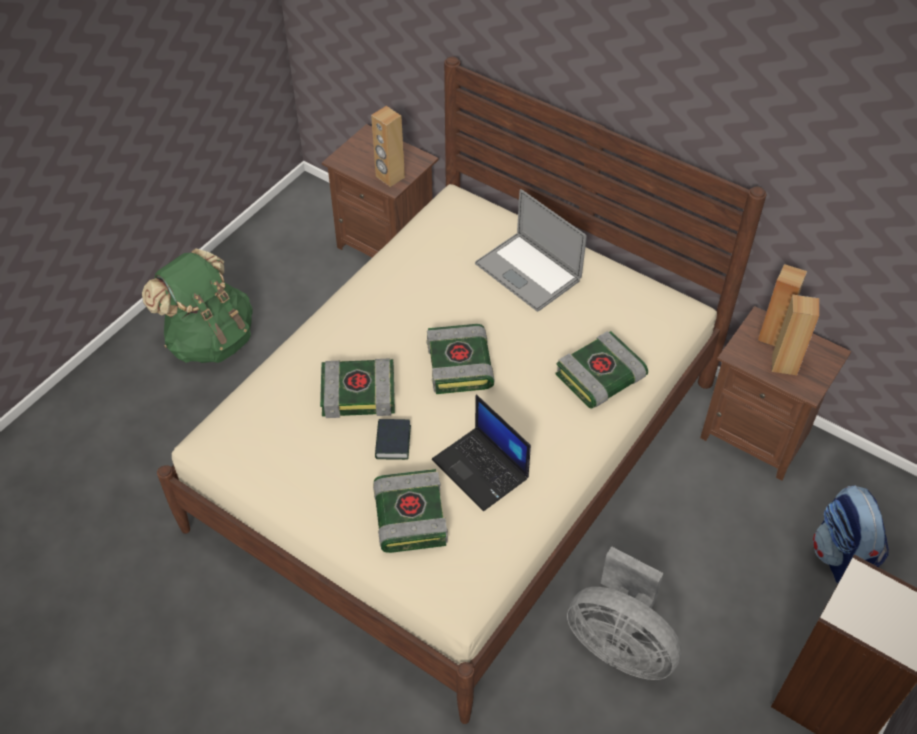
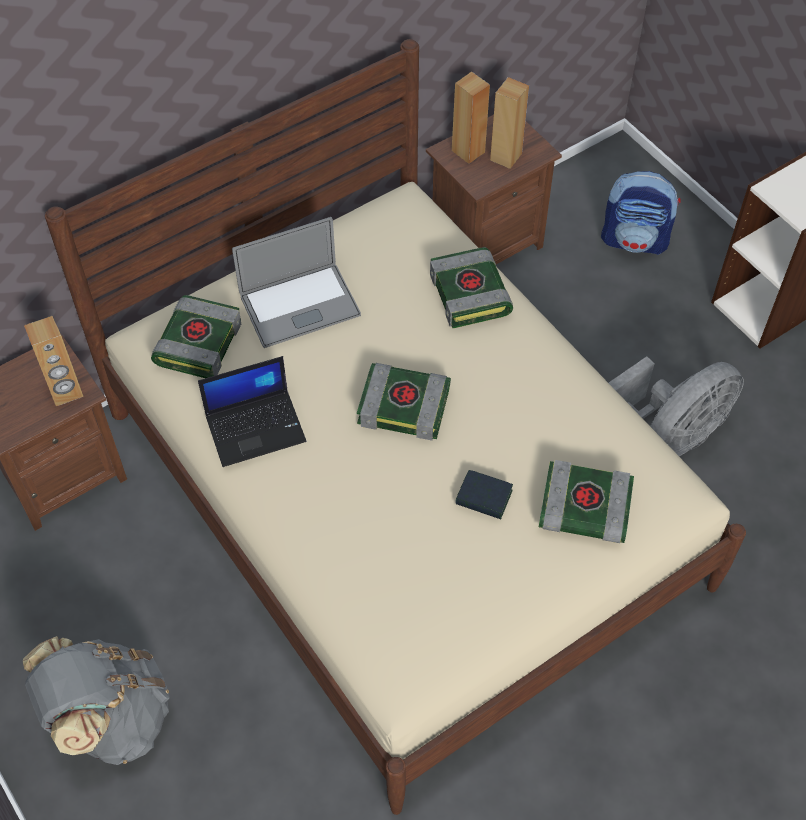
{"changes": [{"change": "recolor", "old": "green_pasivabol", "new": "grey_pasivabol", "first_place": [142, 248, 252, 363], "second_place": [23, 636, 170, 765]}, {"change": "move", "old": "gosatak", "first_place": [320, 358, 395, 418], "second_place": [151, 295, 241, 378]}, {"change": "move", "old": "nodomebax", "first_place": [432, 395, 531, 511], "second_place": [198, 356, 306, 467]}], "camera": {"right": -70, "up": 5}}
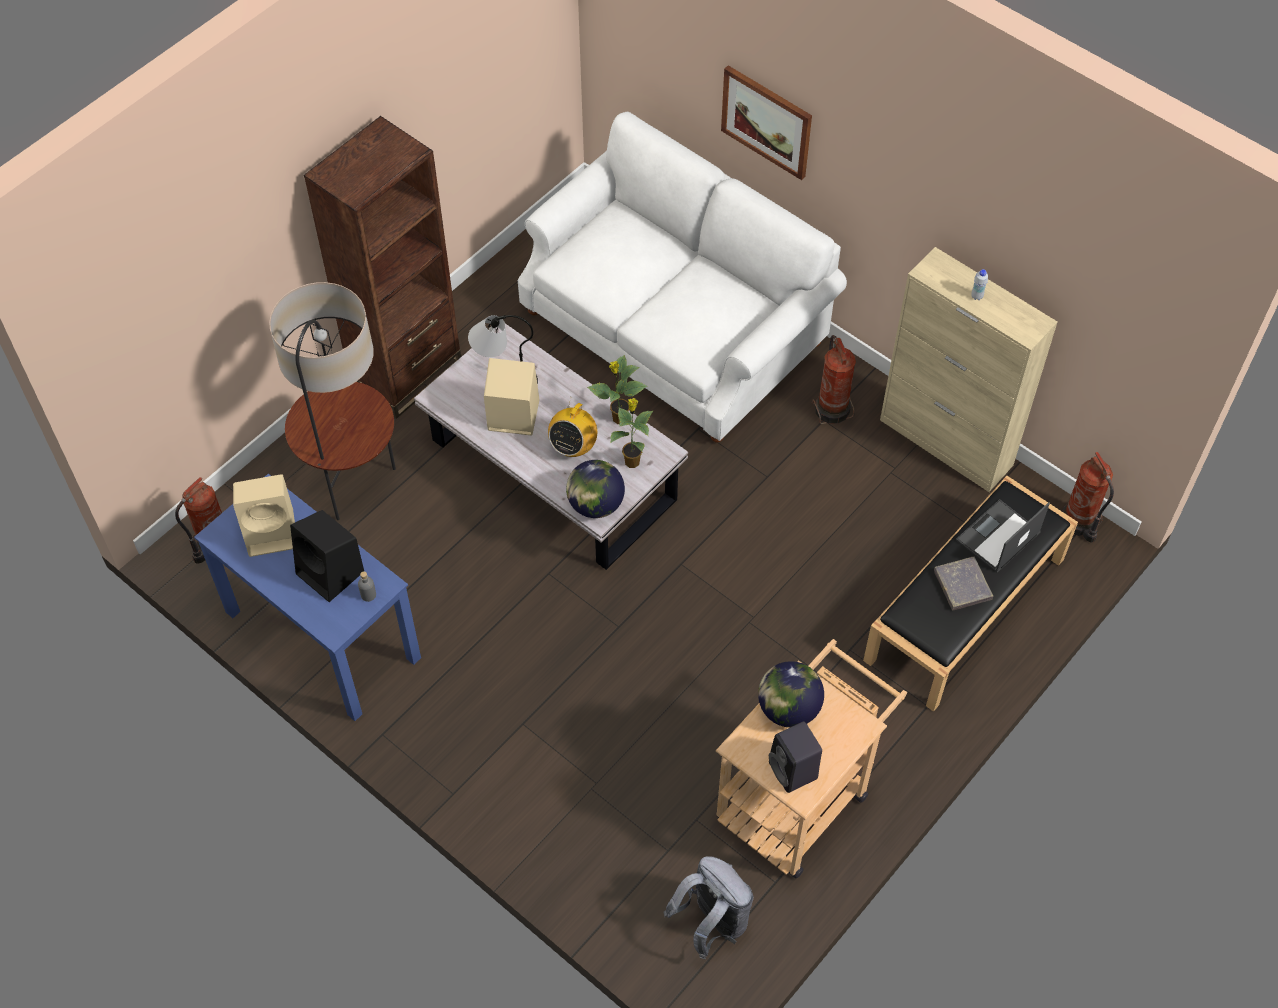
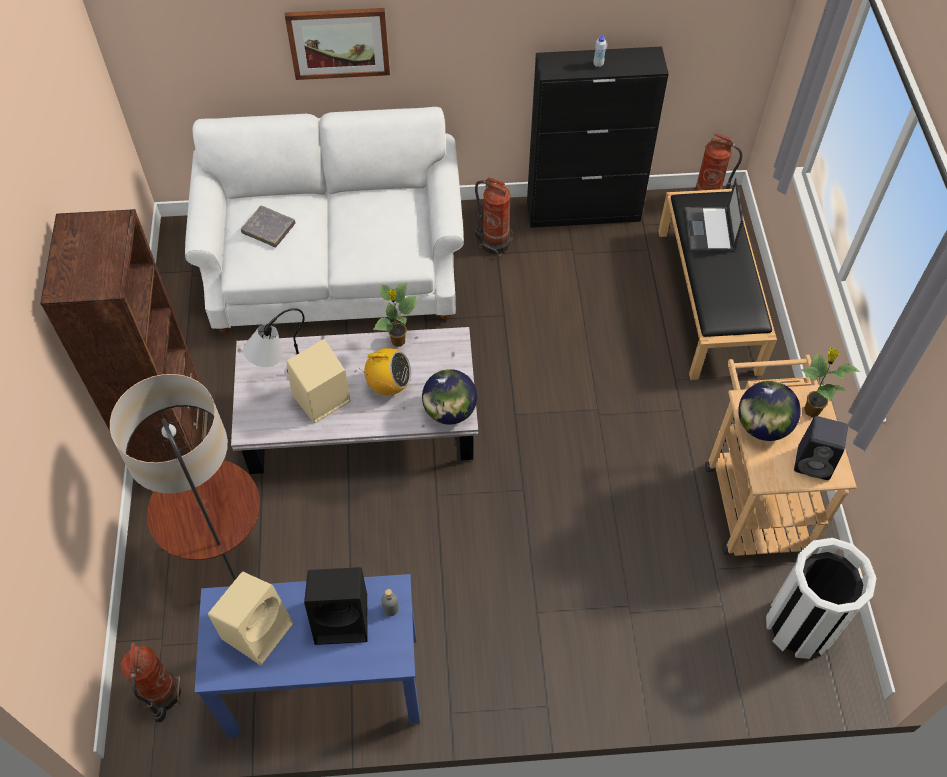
{"changes": [{"change": "move", "old": "grey_gosatak", "first_place": [934, 557, 993, 611], "second_place": [241, 206, 296, 248]}, {"change": "rotate", "old": "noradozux", "first_place": [548, 399, 597, 457], "second_place": [359, 348, 411, 395], "degrees": -60}, {"change": "recolor", "old": "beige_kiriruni", "new": "black_kiriruni", "first_place": [880, 247, 1058, 492], "second_place": [527, 47, 669, 228]}, {"change": "replace", "old": "grey_pasivabol", "new": "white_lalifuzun", "first_place": [664, 856, 754, 960], "second_place": [766, 538, 877, 659]}, {"change": "move", "old": "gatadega", "first_place": [610, 398, 653, 468], "second_place": [802, 348, 860, 417]}], "camera": {"right": -45, "up": 0}}
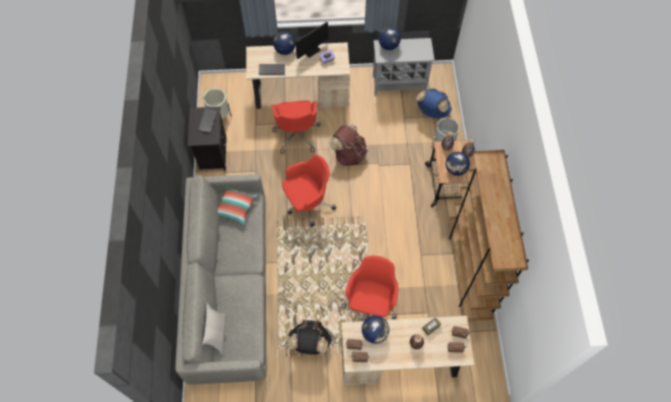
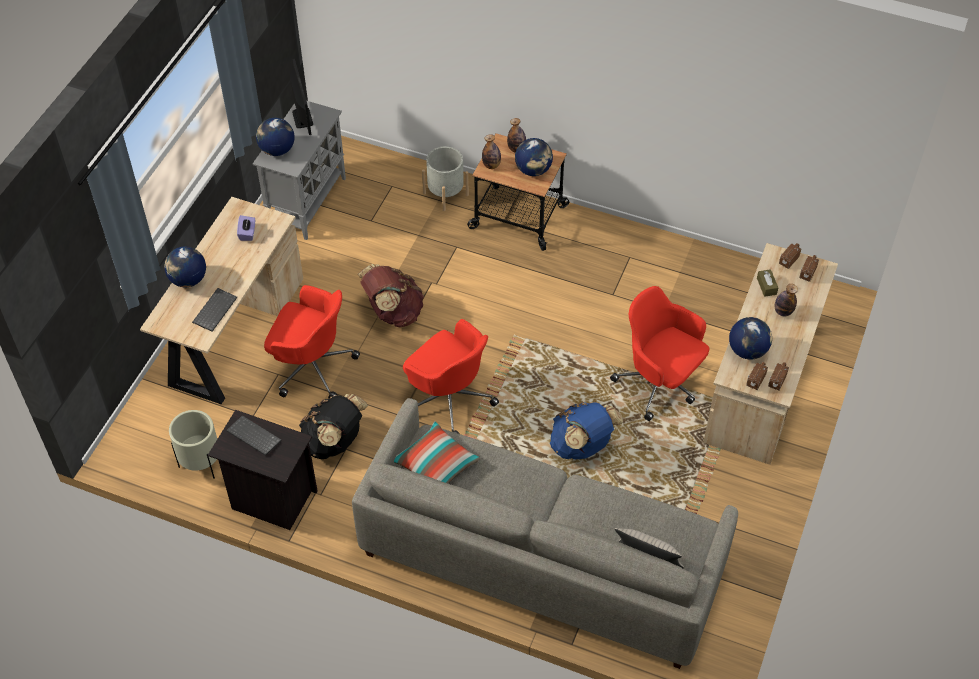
{"changes": [{"change": "move", "old": "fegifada", "first_place": [295, 22, 328, 59], "second_place": [290, 59, 313, 135]}, {"change": "move", "old": "black_pasivabol", "first_place": [288, 320, 332, 355], "second_place": [299, 394, 368, 460]}, {"change": "rotate", "old": "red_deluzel", "first_place": [282, 155, 336, 227], "second_place": [403, 319, 499, 434], "degrees": 135}, {"change": "move", "old": "blue_pasivabol", "first_place": [416, 88, 452, 118], "second_place": [550, 402, 623, 459]}, {"change": "delete", "old": "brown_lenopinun", "first_place": [449, 150, 529, 321]}], "camera": {"right": -65, "up": -10}}
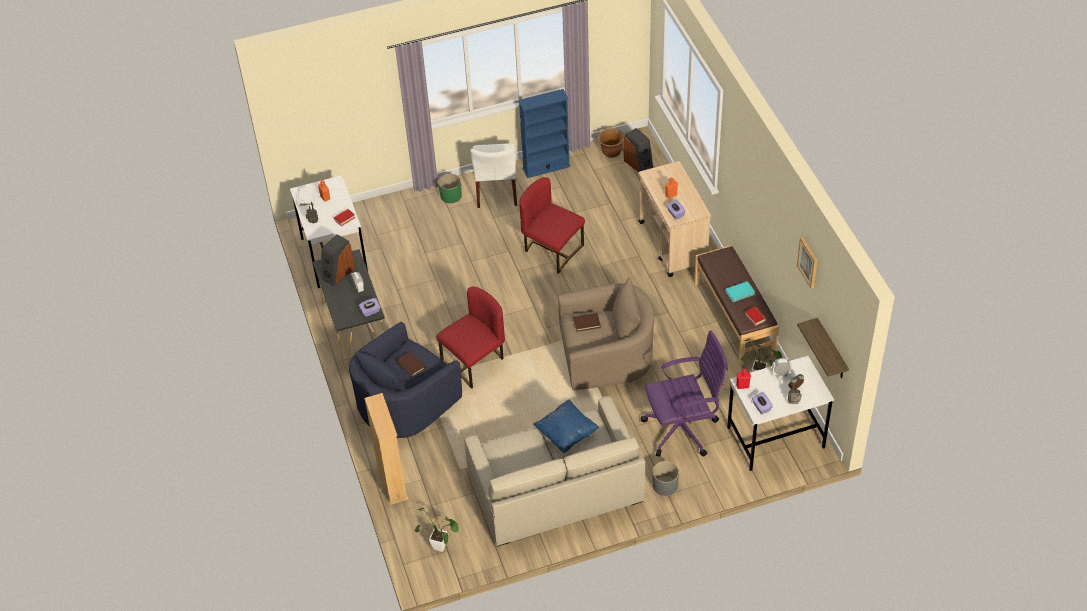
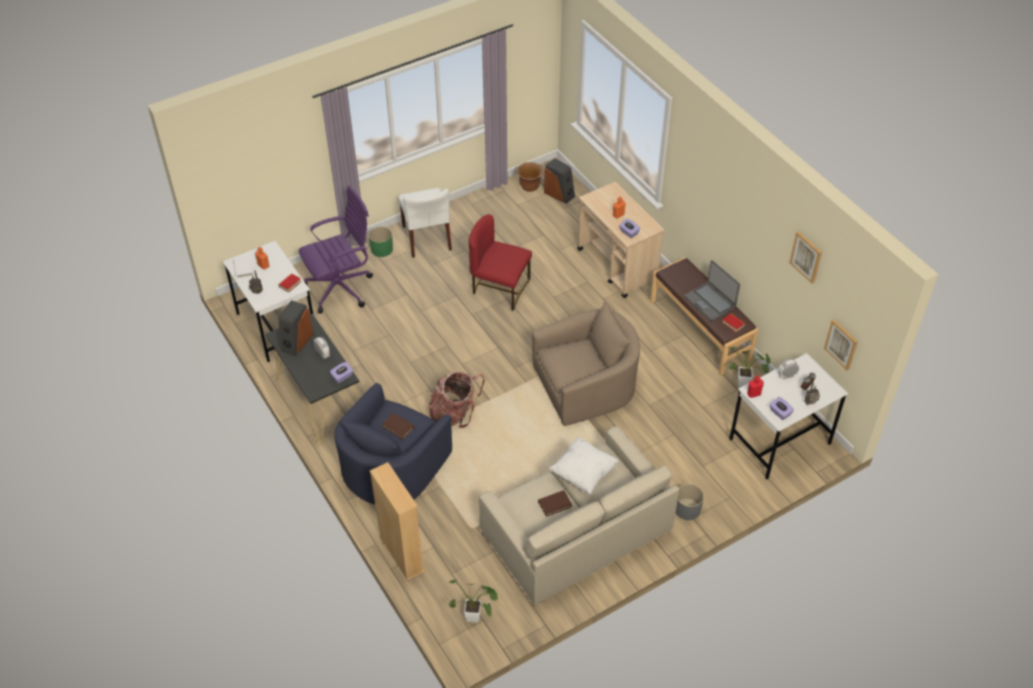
{"changes": [{"change": "move", "old": "purple_deluzel", "first_place": [641, 330, 728, 457], "second_place": [299, 185, 373, 313]}, {"change": "replace", "old": "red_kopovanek", "new": "pasivabol", "first_place": [436, 287, 505, 389], "second_place": [428, 371, 485, 428]}, {"change": "move", "old": "brown_gosatak", "first_place": [573, 313, 601, 332], "second_place": [538, 490, 572, 517]}, {"change": "recolor", "old": "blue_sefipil", "new": "white_sefipil", "first_place": [534, 399, 599, 453], "second_place": [549, 436, 619, 494]}, {"change": "replace", "old": "turquoise_gosatak", "new": "nodomebax", "first_place": [725, 281, 755, 302], "second_place": [684, 260, 740, 321]}, {"change": "replace", "old": "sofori", "new": "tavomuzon", "first_place": [797, 318, 849, 378], "second_place": [824, 319, 858, 370]}, {"change": "delete", "old": "blue_lenopinun", "first_place": [518, 89, 571, 178]}], "camera": {"right": -15, "up": 0}}
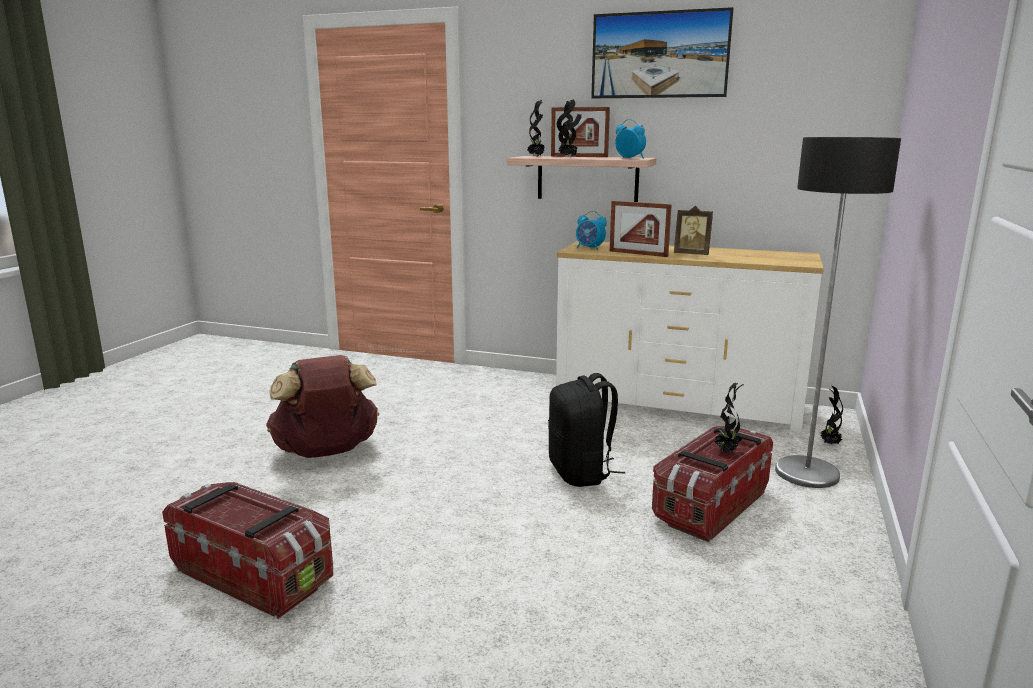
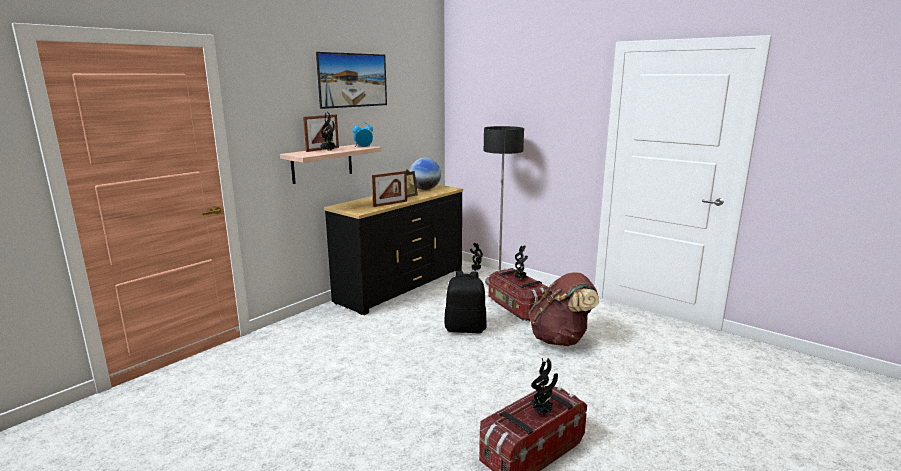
{"changes": [{"change": "recolor", "old": "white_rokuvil", "new": "black_rokuvil", "first_place": [556, 241, 824, 433], "second_place": [324, 184, 463, 315]}, {"change": "insert", "new": "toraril", "second_place": [409, 158, 441, 190]}, {"change": "move", "old": "brown_pasivabol", "first_place": [266, 355, 379, 458], "second_place": [529, 272, 599, 346]}, {"change": "move", "old": "gatadega", "first_place": [527, 100, 545, 157], "second_place": [531, 358, 558, 414]}, {"change": "delete", "old": "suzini", "first_place": [576, 211, 607, 250]}], "camera": {"right": -70, "up": 0}}
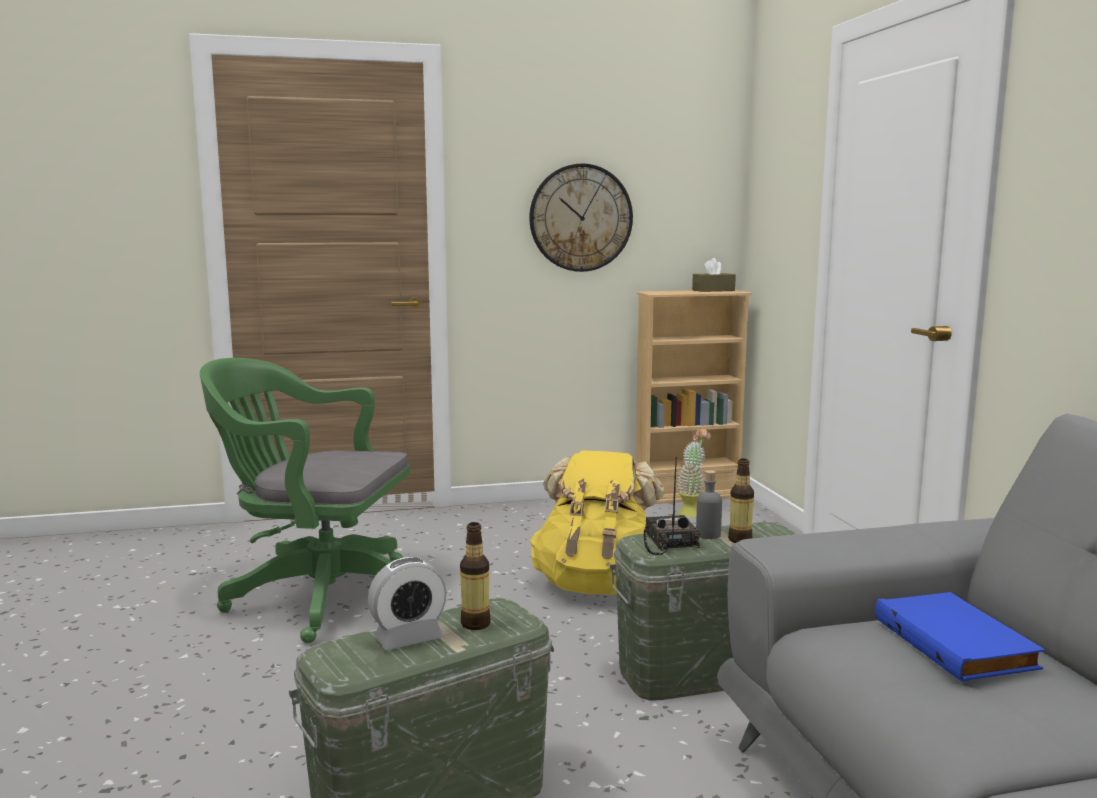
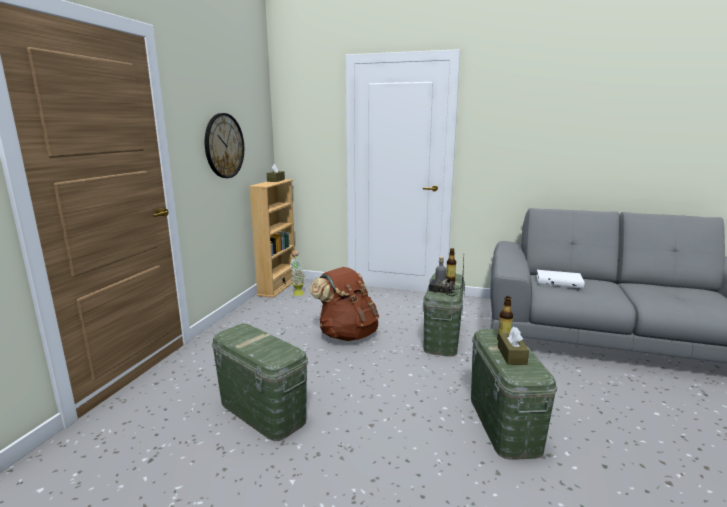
{"changes": [{"change": "replace", "old": "green_deluzel", "new": "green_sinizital", "first_place": [200, 358, 411, 643], "second_place": [212, 324, 308, 441]}, {"change": "recolor", "old": "yellow_pasivabol", "new": "brown_pasivabol", "first_place": [530, 451, 664, 595], "second_place": [310, 267, 379, 341]}, {"change": "replace", "old": "suzini", "new": "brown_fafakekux", "first_place": [368, 557, 447, 650], "second_place": [498, 327, 529, 365]}, {"change": "recolor", "old": "blue_gosatak", "new": "white_gosatak", "first_place": [875, 592, 1045, 681], "second_place": [536, 270, 585, 288]}], "camera": {"right": -60, "up": 5}}
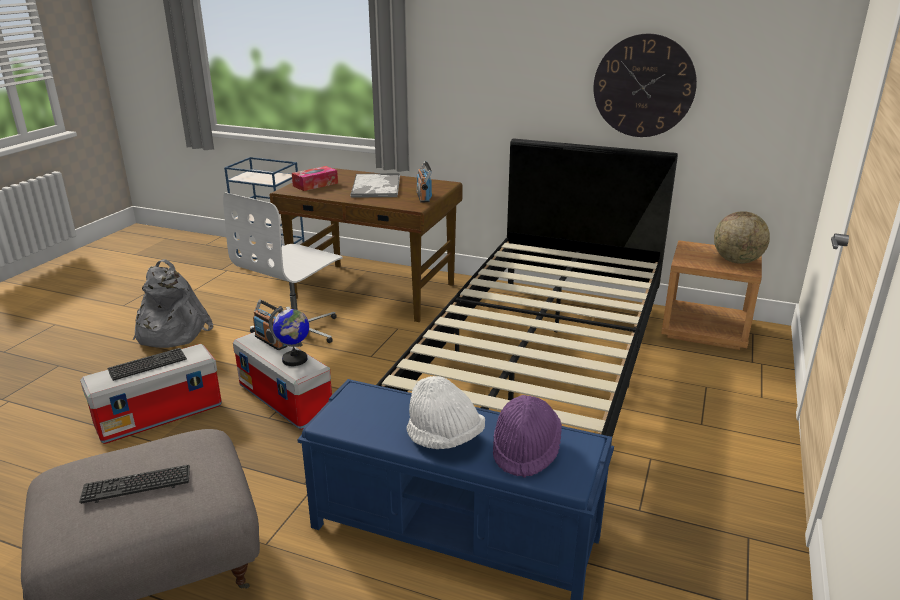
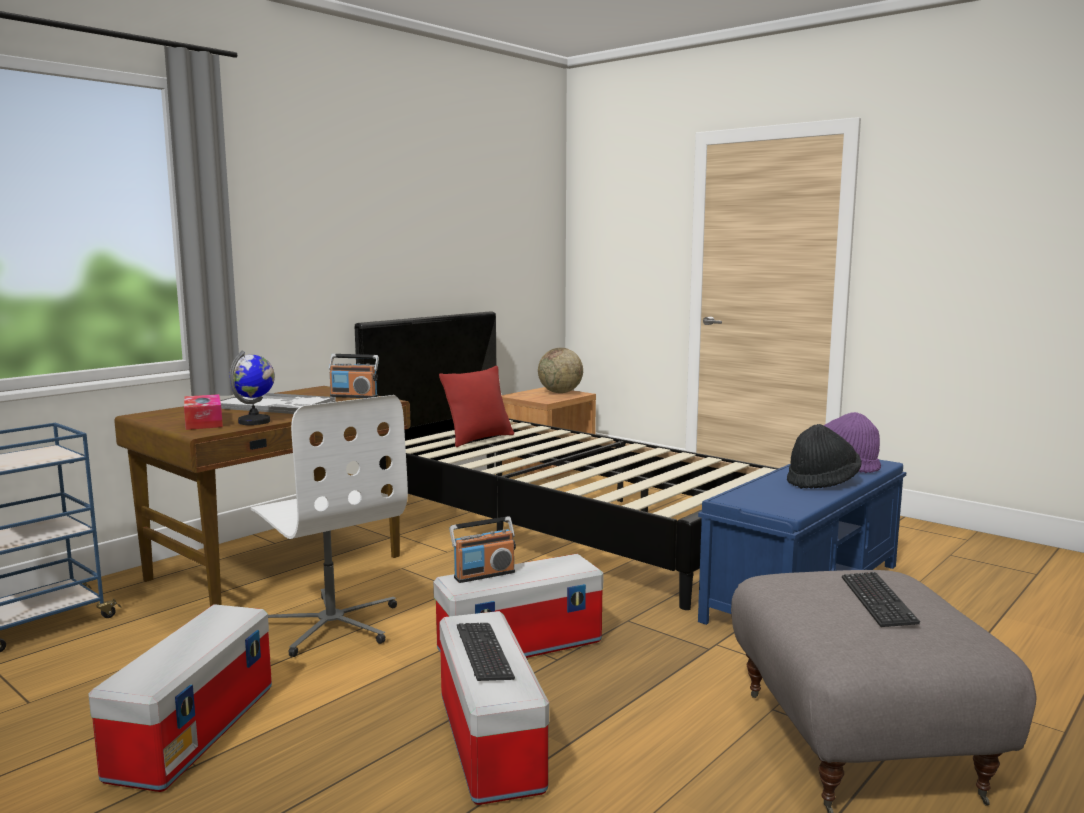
{"changes": [{"change": "replace", "old": "grey_pasivabol", "new": "sinizital", "first_place": [133, 260, 213, 348], "second_place": [88, 604, 272, 792]}, {"change": "move", "old": "toraril", "first_place": [269, 306, 309, 366], "second_place": [229, 350, 275, 425]}, {"change": "insert", "new": "red_sefipil", "second_place": [439, 366, 514, 447]}, {"change": "recolor", "old": "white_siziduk", "new": "black_siziduk", "first_place": [406, 376, 485, 449], "second_place": [787, 424, 861, 489]}, {"change": "delete", "old": "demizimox", "first_place": [594, 34, 697, 137]}], "camera": {"right": -70, "up": -15}}
